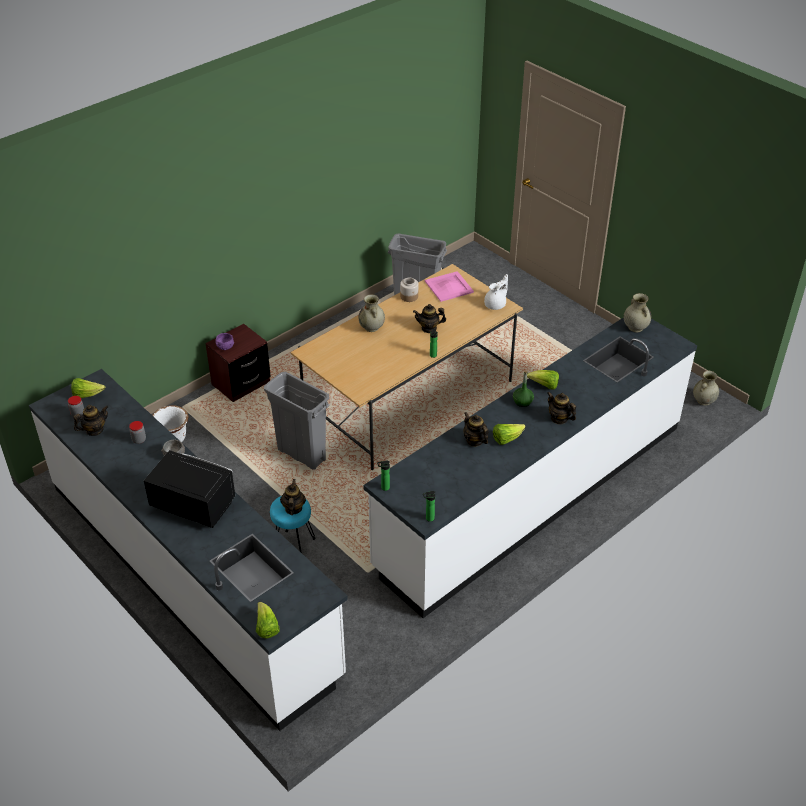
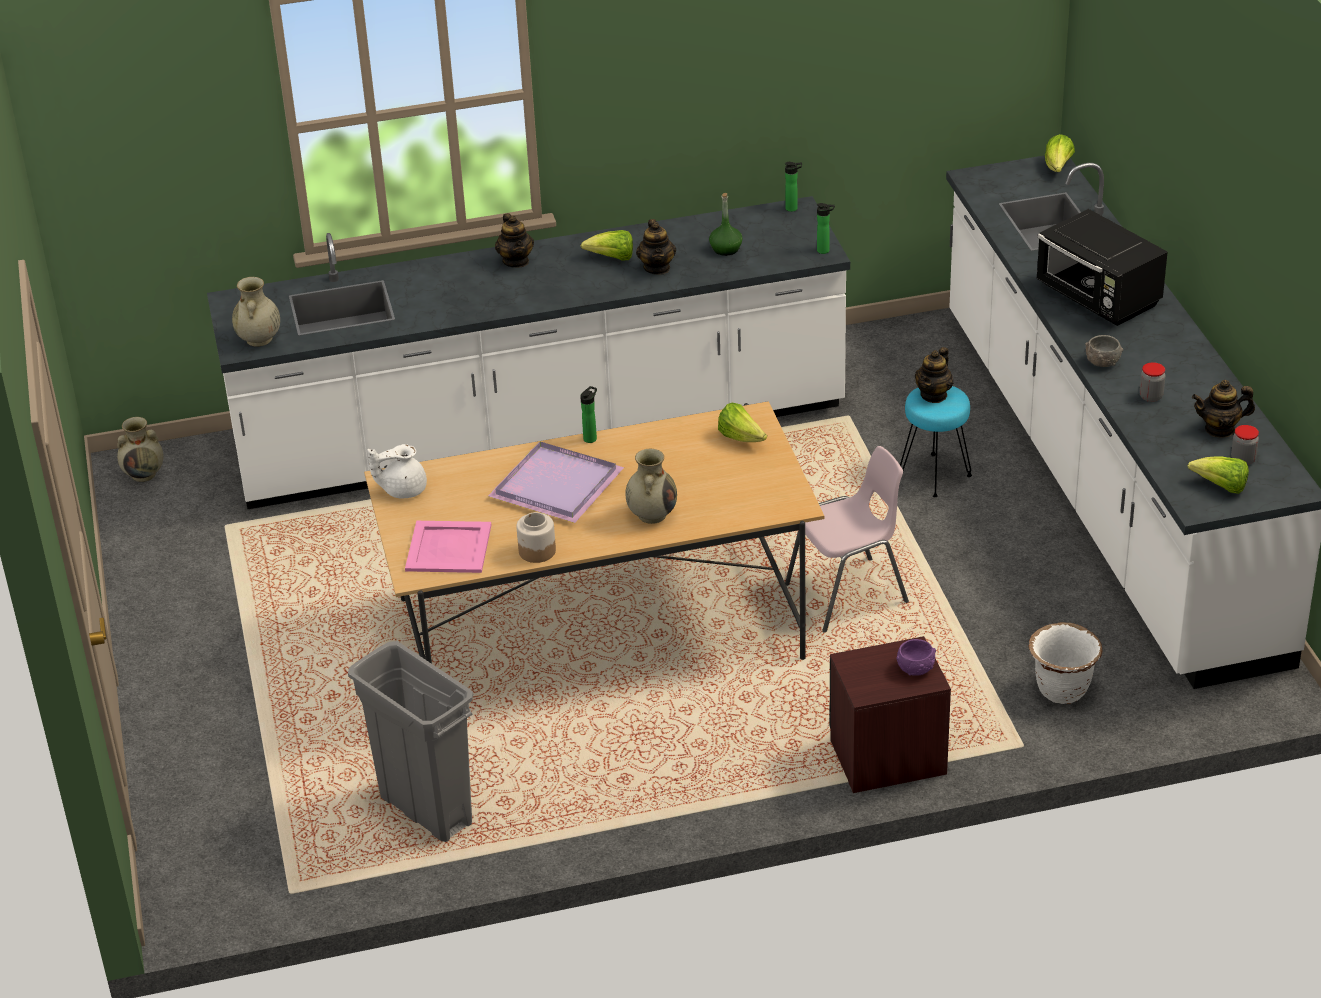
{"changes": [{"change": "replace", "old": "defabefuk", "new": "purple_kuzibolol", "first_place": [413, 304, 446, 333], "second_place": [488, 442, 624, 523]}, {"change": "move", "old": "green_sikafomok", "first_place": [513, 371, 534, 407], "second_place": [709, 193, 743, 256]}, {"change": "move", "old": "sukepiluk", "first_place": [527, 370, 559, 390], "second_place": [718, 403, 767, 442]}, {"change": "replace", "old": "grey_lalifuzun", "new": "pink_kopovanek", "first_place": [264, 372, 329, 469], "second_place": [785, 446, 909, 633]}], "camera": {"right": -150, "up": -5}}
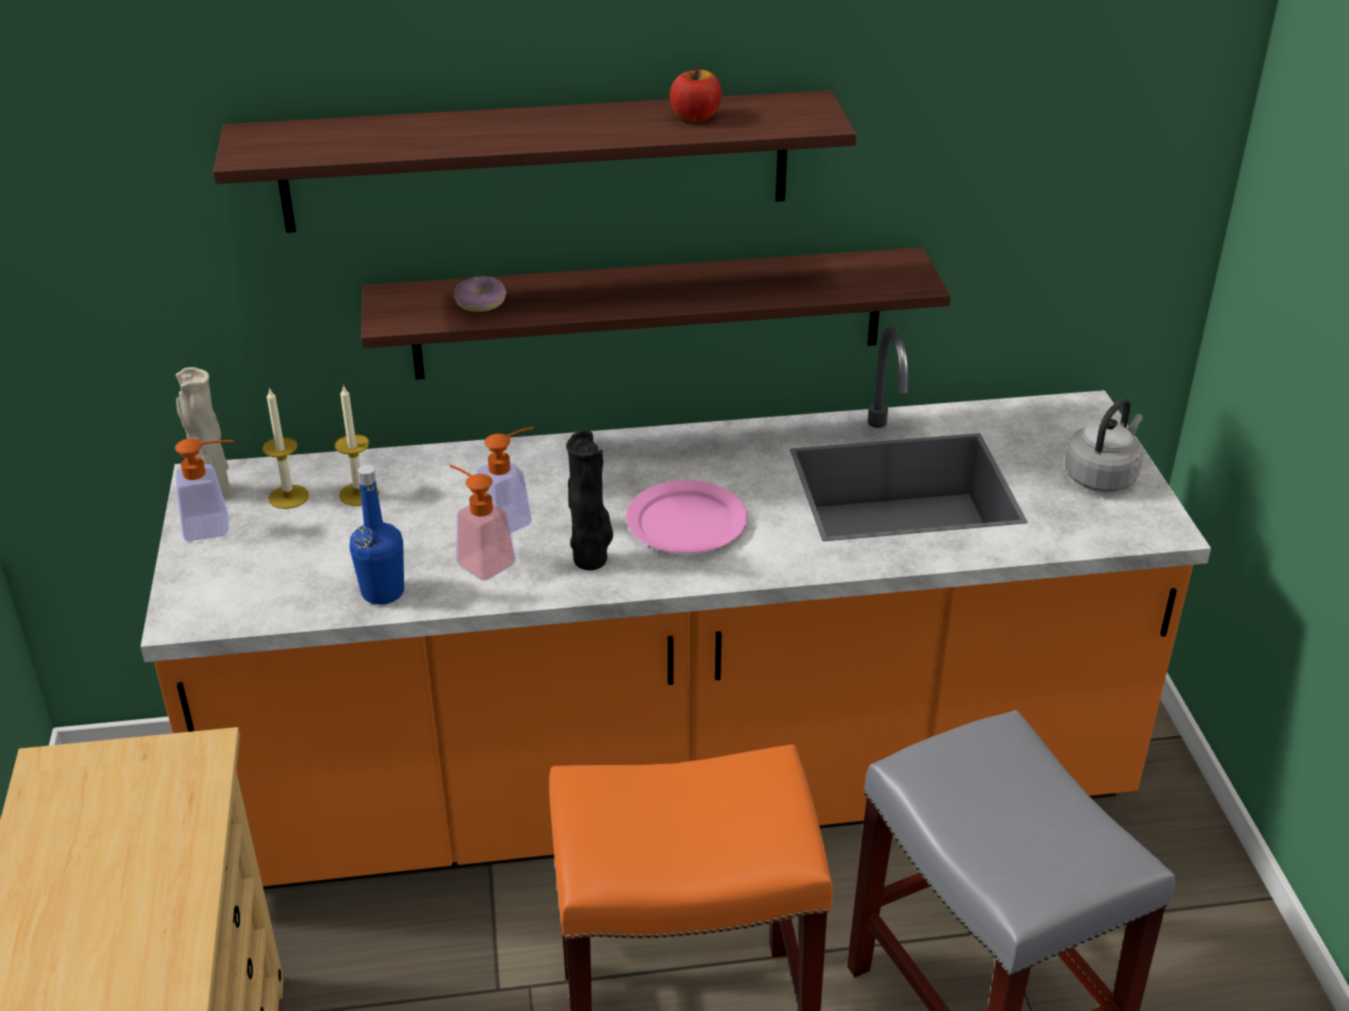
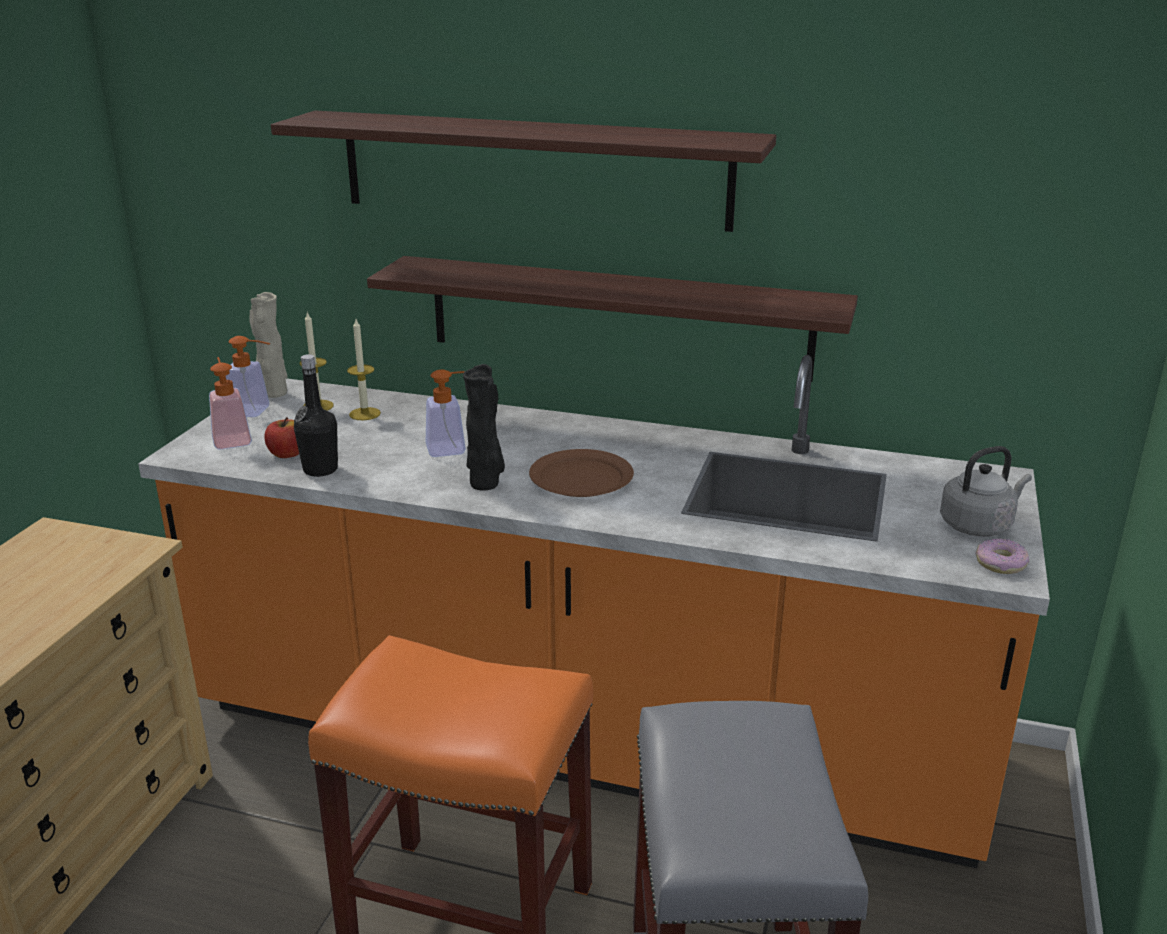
{"changes": [{"change": "move", "old": "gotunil", "first_place": [449, 465, 516, 581], "second_place": [209, 357, 252, 450]}, {"change": "move", "old": "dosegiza", "first_place": [670, 66, 722, 122], "second_place": [264, 417, 299, 458]}, {"change": "recolor", "old": "blue_sikafomok", "new": "black_sikafomok", "first_place": [349, 465, 404, 605], "second_place": [294, 354, 338, 477]}, {"change": "recolor", "old": "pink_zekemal", "new": "brown_zekemal", "first_place": [626, 480, 747, 553], "second_place": [529, 449, 634, 497]}, {"change": "move", "old": "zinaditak", "first_place": [454, 276, 507, 312], "second_place": [975, 538, 1029, 574]}], "camera": {"right": 25, "up": -10}}
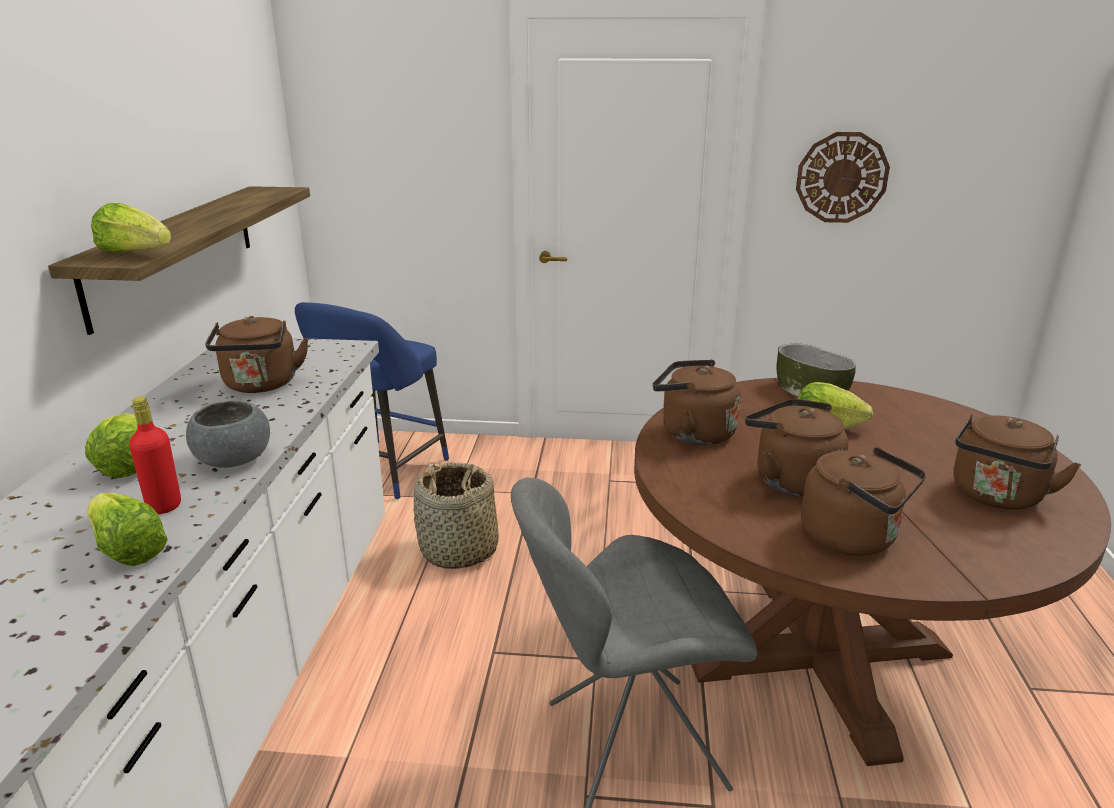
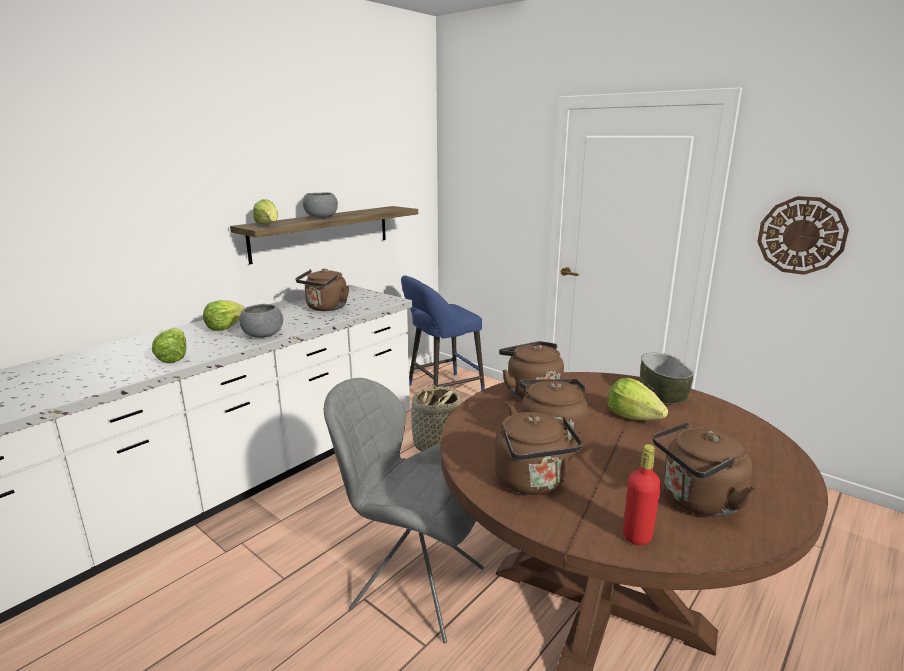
{"changes": [{"change": "insert", "new": "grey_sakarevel", "second_place": [303, 192, 338, 218]}, {"change": "move", "old": "red_sikafomok", "first_place": [129, 396, 181, 514], "second_place": [623, 444, 661, 545]}], "camera": {"right": 35, "up": -5}}
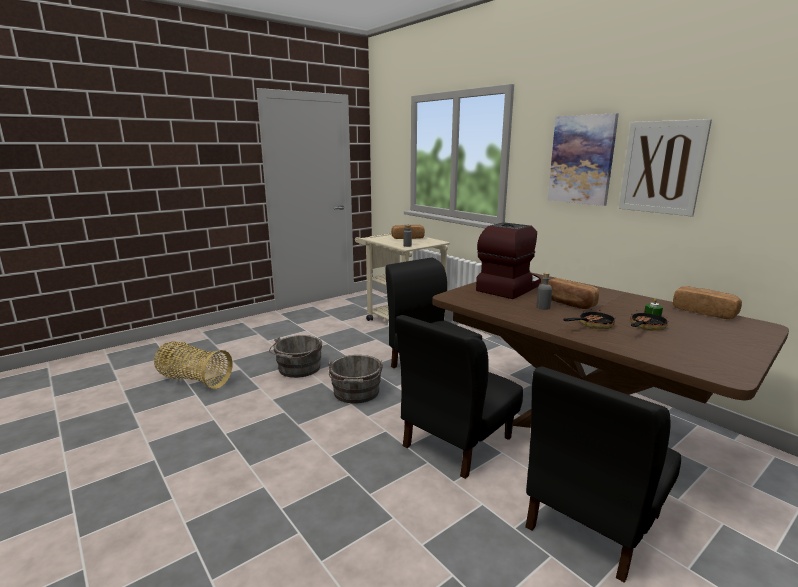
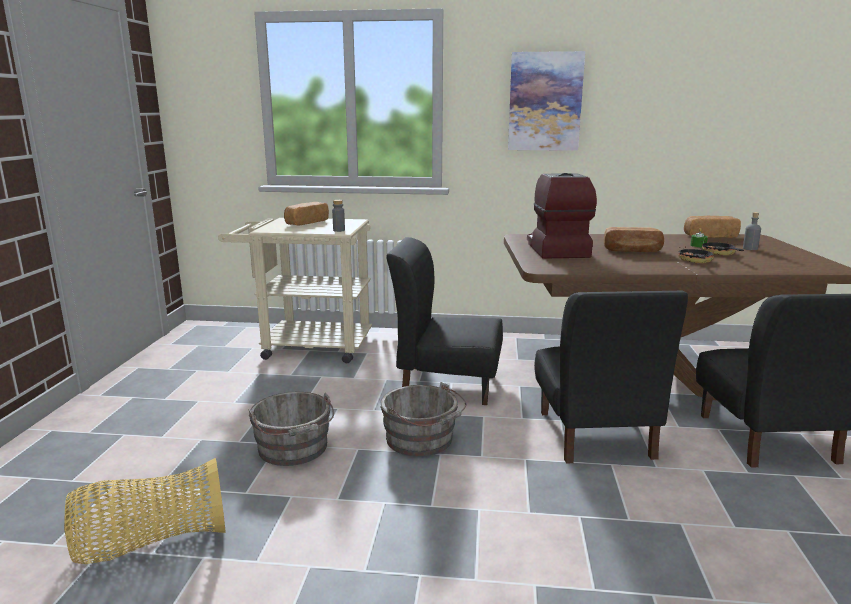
{"changes": [{"change": "move", "old": "grey_sikafomok", "first_place": [537, 272, 552, 310], "second_place": [743, 212, 761, 250]}, {"change": "delete", "old": "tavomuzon", "first_place": [619, 119, 712, 216]}], "camera": {"right": -45, "up": 0}}
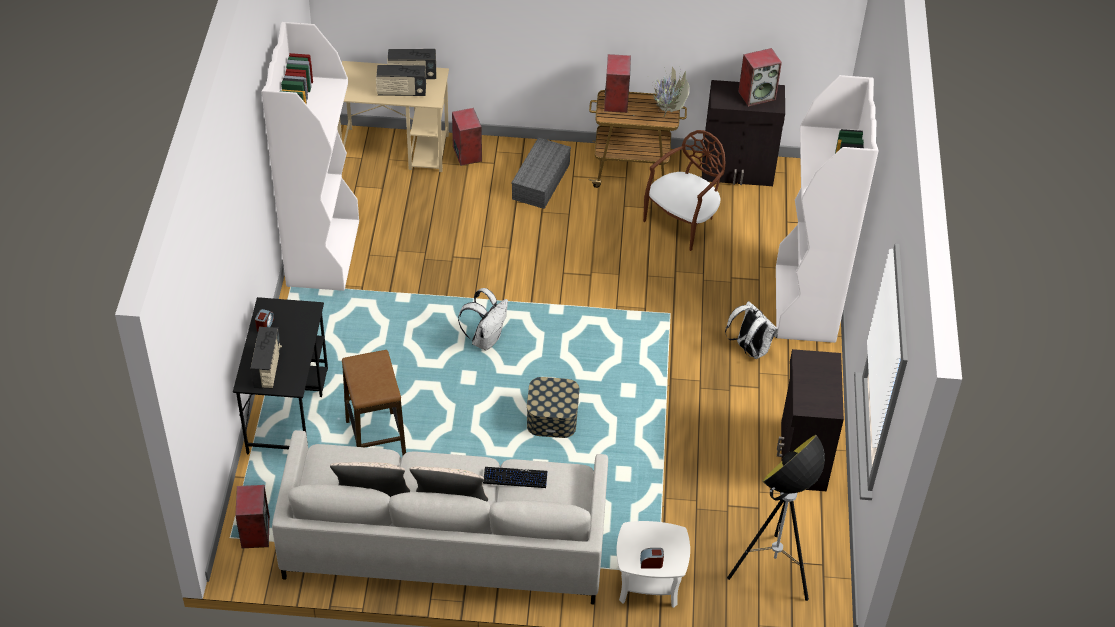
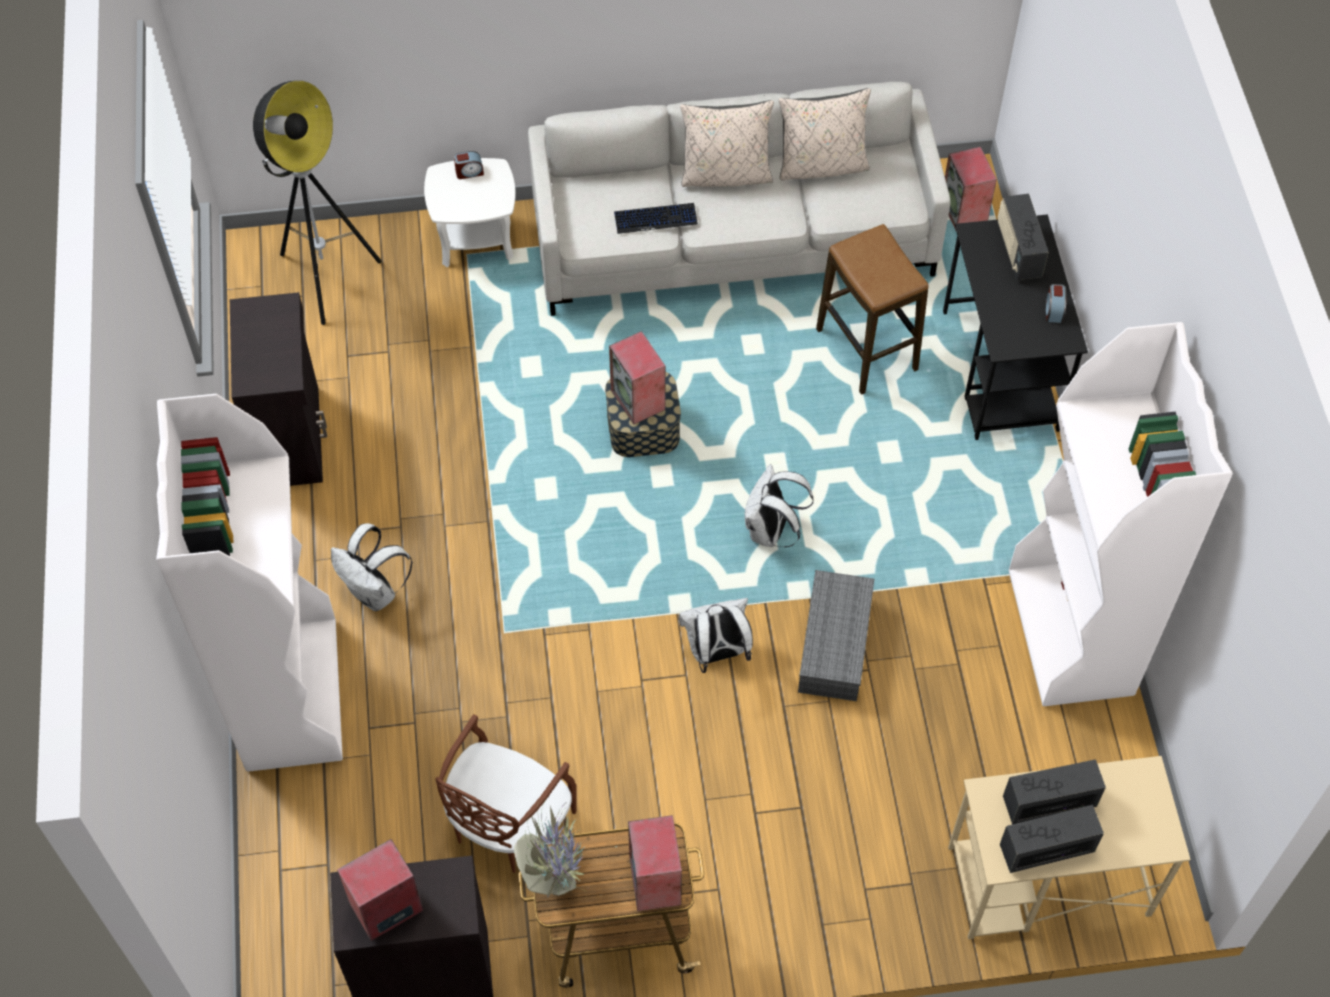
{"changes": [{"change": "move", "old": "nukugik", "first_place": [452, 108, 482, 166], "second_place": [609, 331, 665, 424]}, {"change": "insert", "new": "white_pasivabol", "second_place": [679, 598, 753, 673]}, {"change": "move", "old": "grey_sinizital", "first_place": [511, 138, 571, 209], "second_place": [798, 570, 874, 701]}], "camera": {"right": 170, "up": 10}}
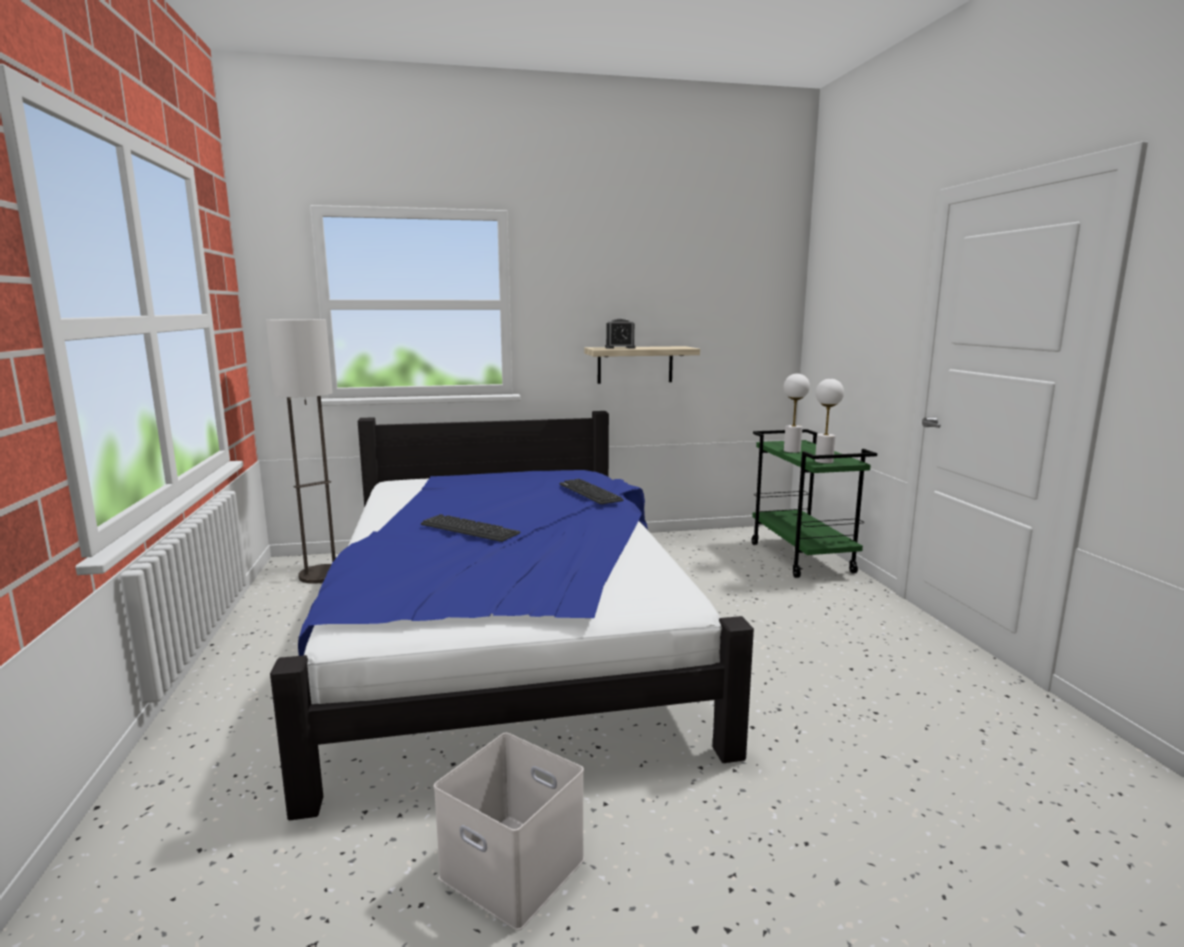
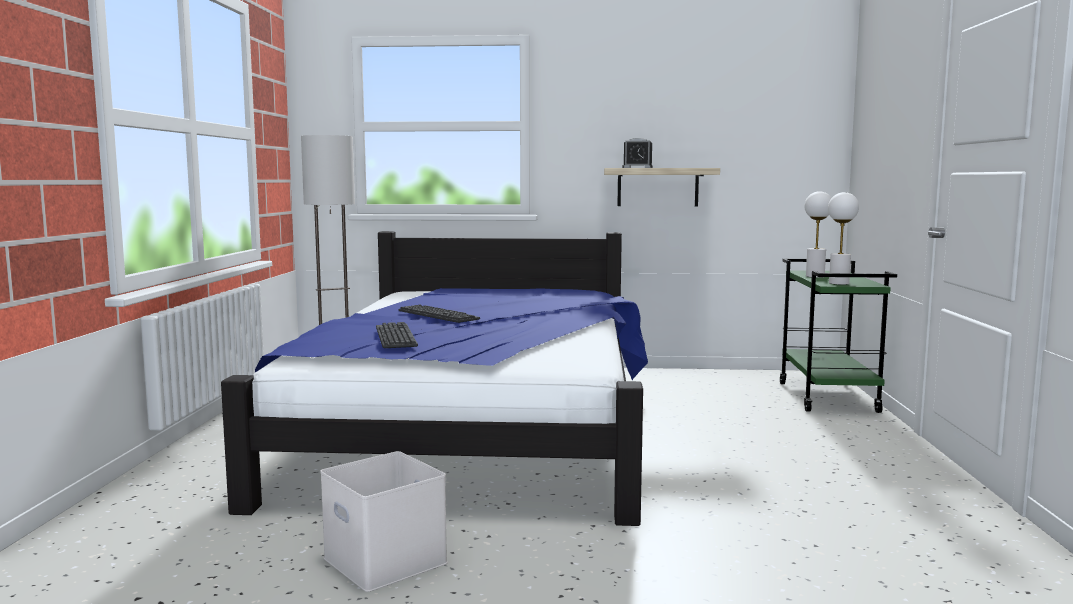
{"changes": [{"change": "move", "old": "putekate", "first_place": [560, 479, 624, 504], "second_place": [376, 322, 418, 348]}], "camera": {"right": 15, "up": -5}}
